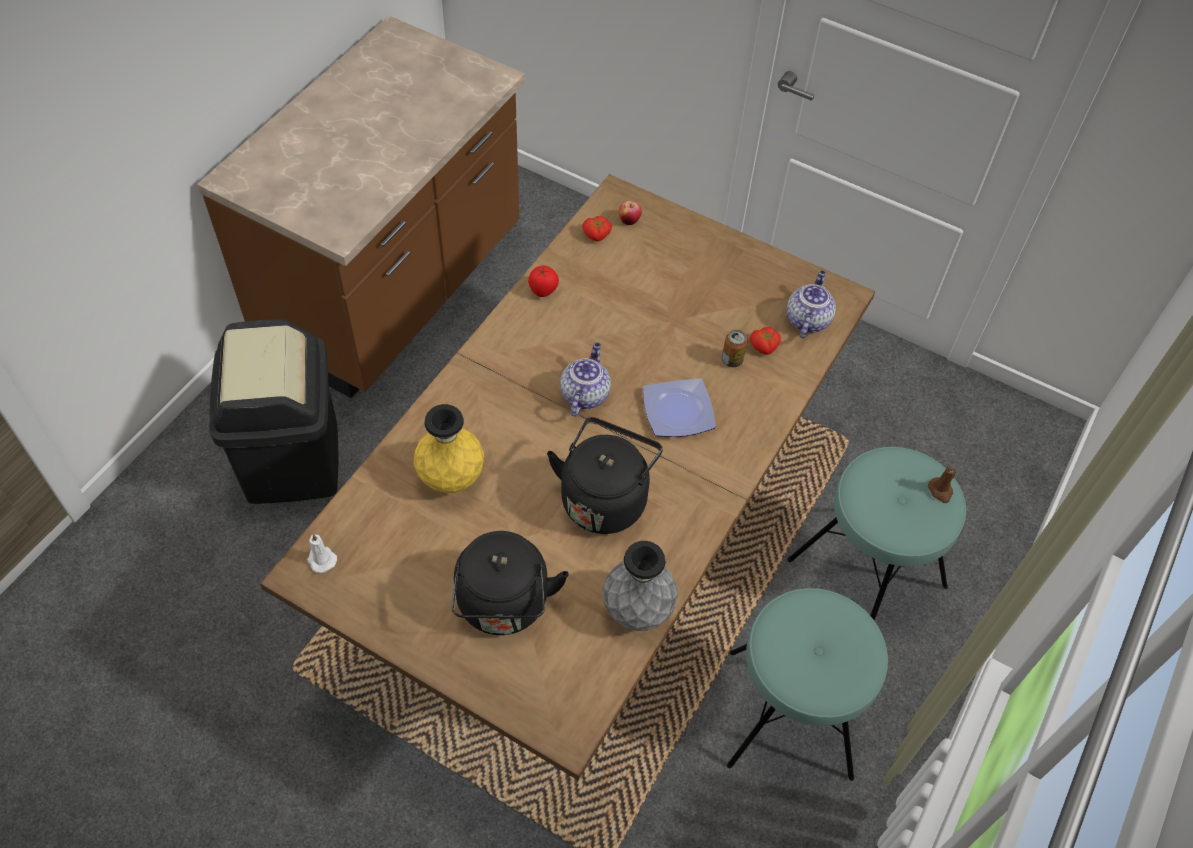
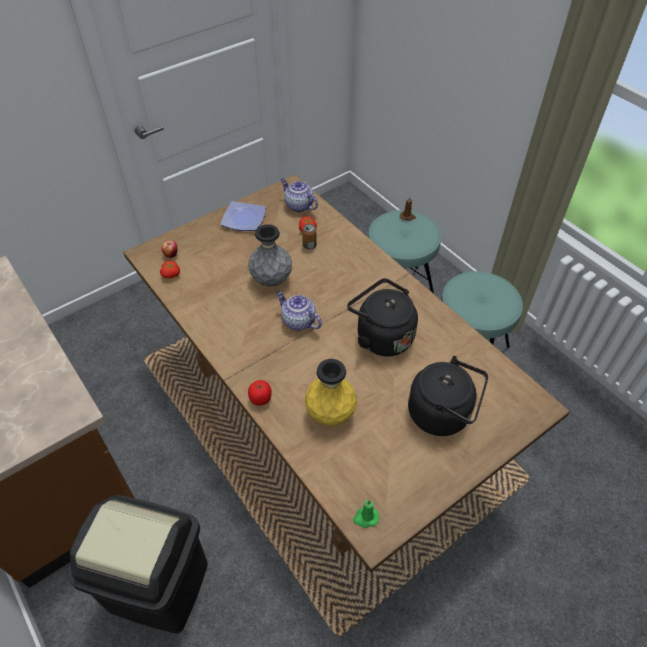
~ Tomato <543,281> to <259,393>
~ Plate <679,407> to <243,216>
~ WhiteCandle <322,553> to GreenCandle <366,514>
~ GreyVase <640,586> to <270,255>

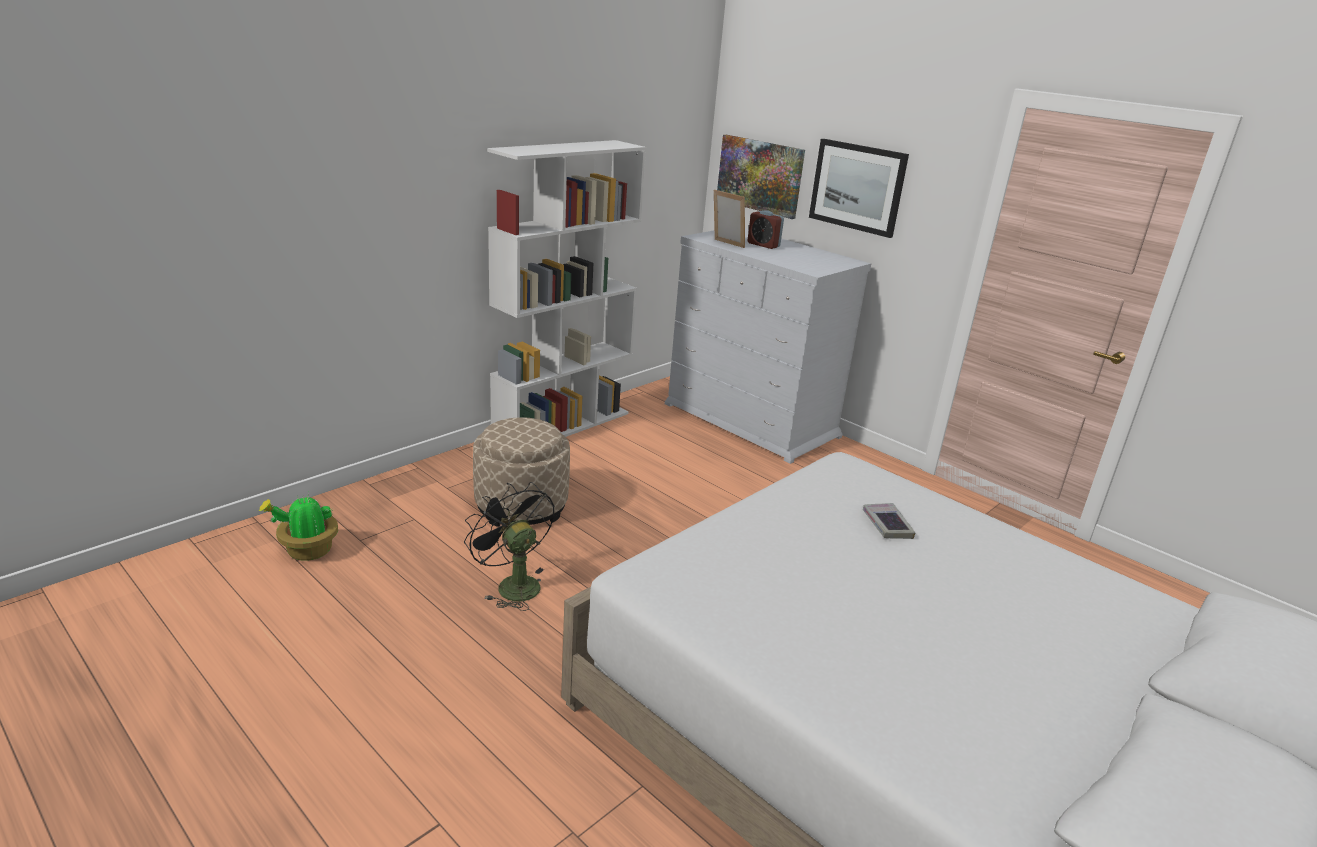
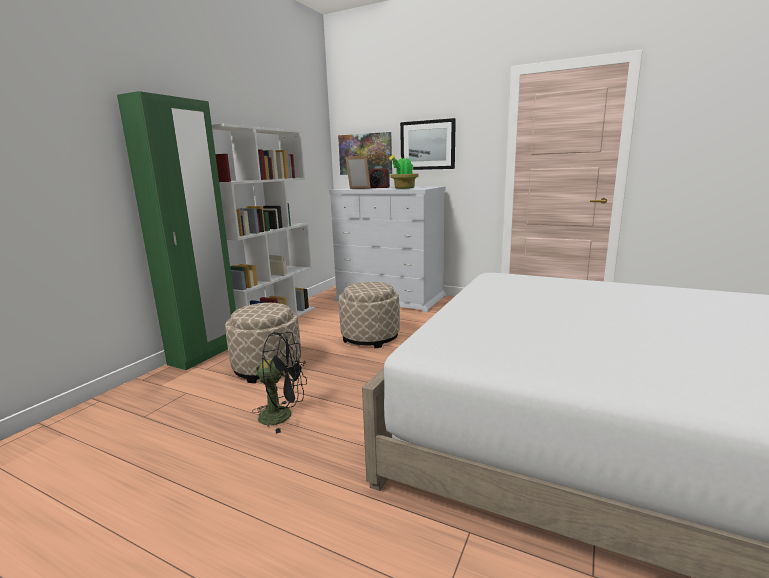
~ BlackFan <509,546> = <279,383> 150 degrees clockwise
~ PottedPlant <298,526> to <404,172>
- Book <889,521>
+ GreenWardrobe <176,230>
+ BeigeOttoman <369,315>

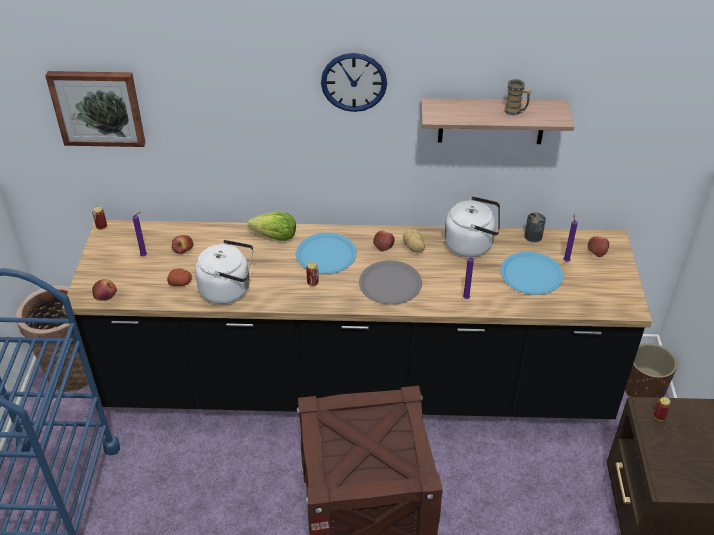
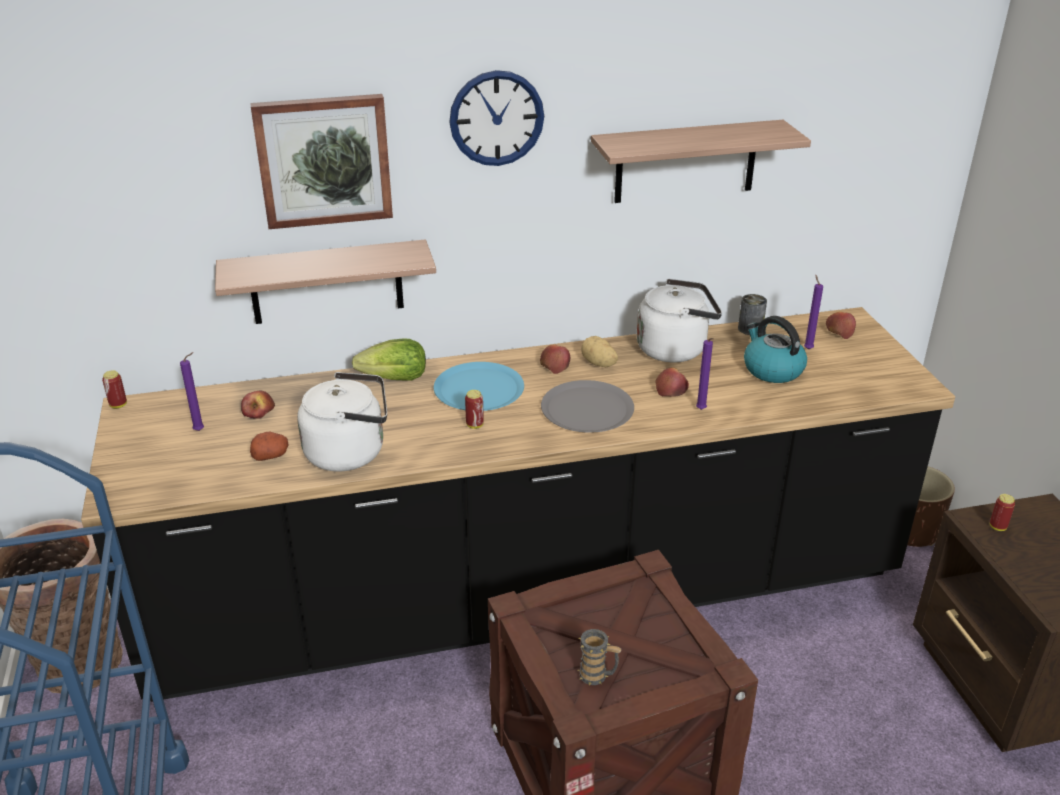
~ Picture <95,109> to <322,161>
~ Mug <518,97> to <599,657>
~ BluePlate <531,273> to Kettle <775,349>
~ Apple <104,290> to <672,382>
+ Shelf <325,282>

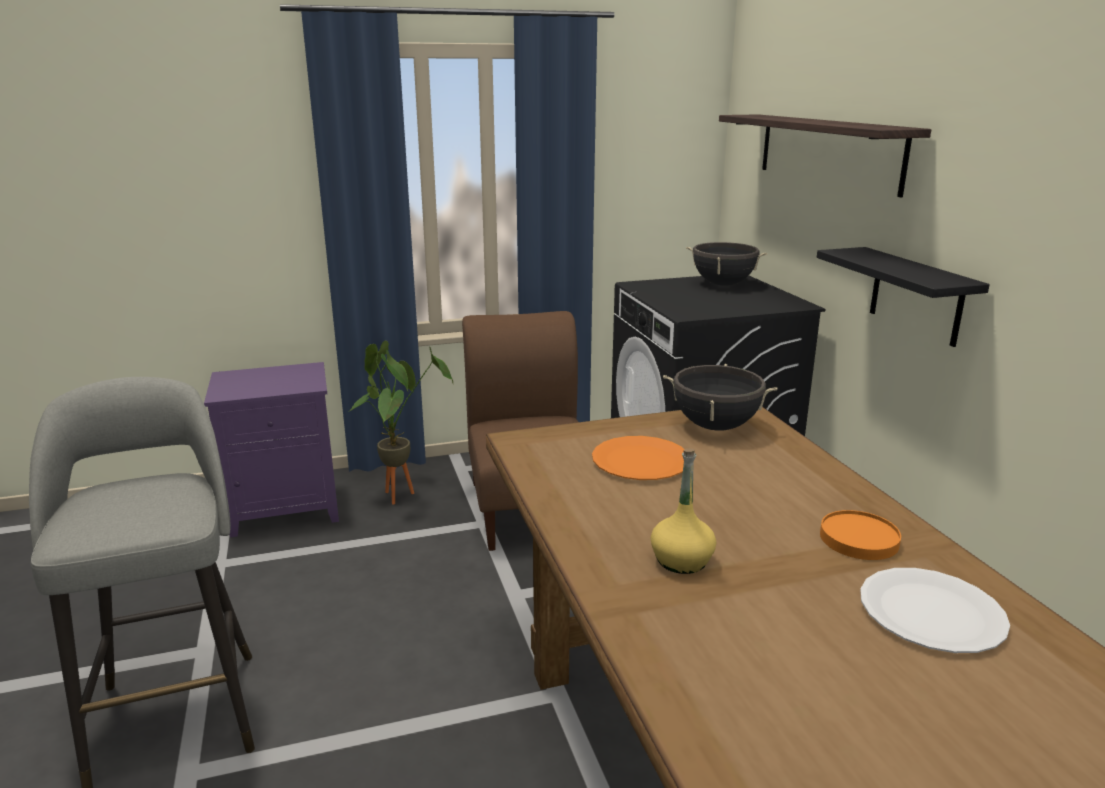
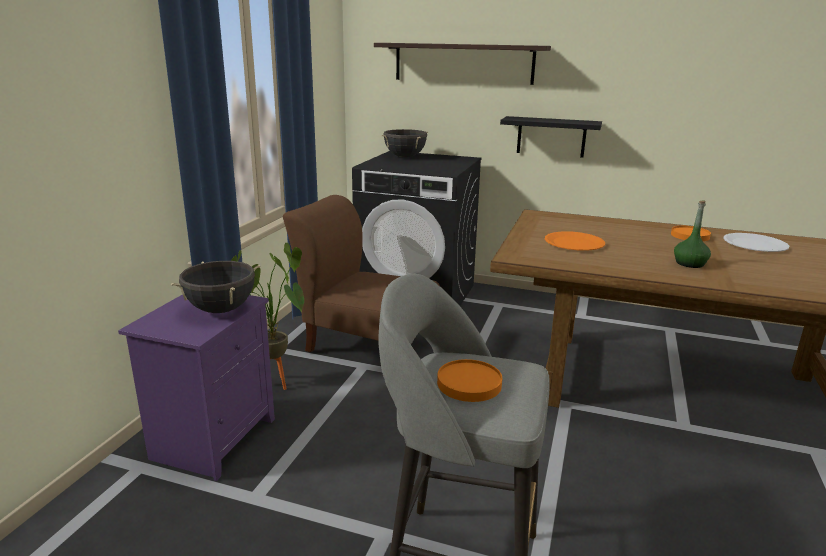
~ BlackCookingPot <720,397> to <215,287>
~ YellowBottle <683,511> to GreenBottle <692,234>
+ OrangePlate <469,380>

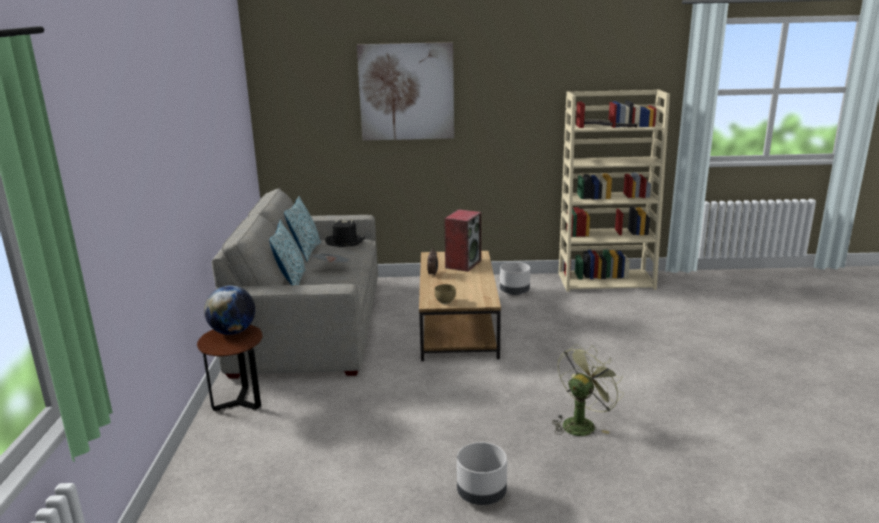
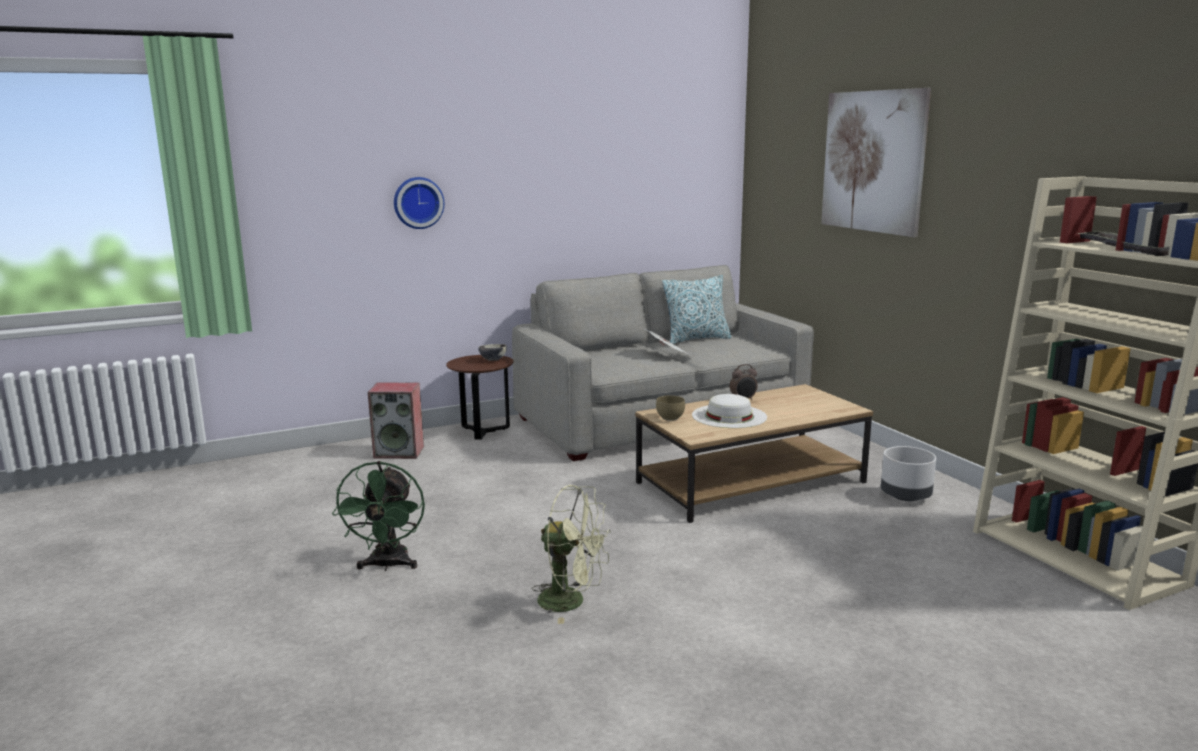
~ Speaker <462,240> to <396,421>
- Pillow <287,252>
- BlackHat <345,233>
~ Globe <229,310> to Bowl <492,352>
~ GreyPlanter <482,473> to GreenFan <378,516>
+ WallClock <419,203>
+ WhiteHat <729,411>

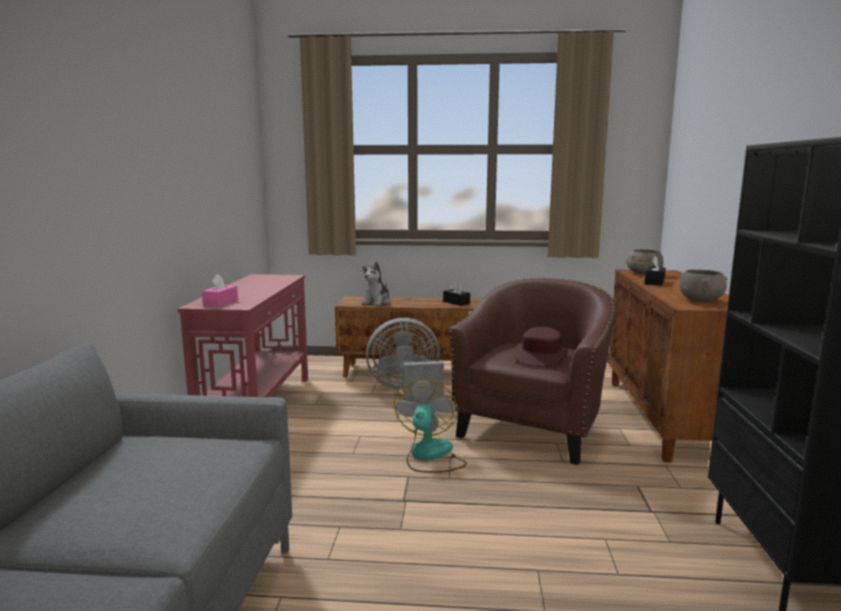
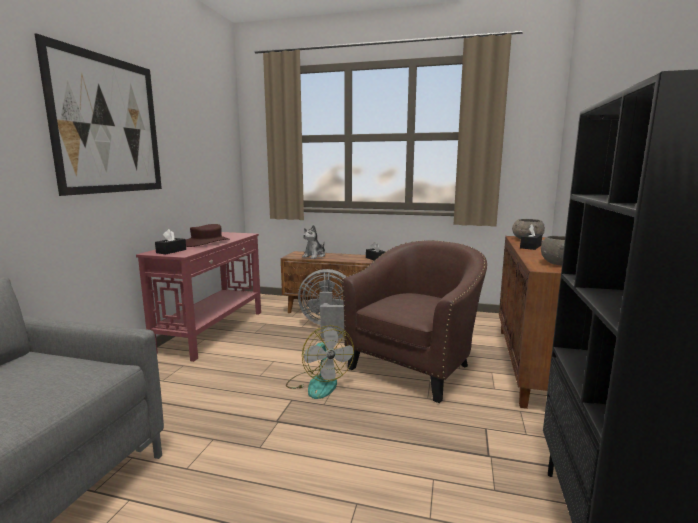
~ PinkTissueBox <220,290> to BlackTissueBox <170,241>
~ BrownHat <541,347> to <208,235>
~ Fan <430,426> = <320,362> 135 degrees clockwise
+ Picture <98,114>

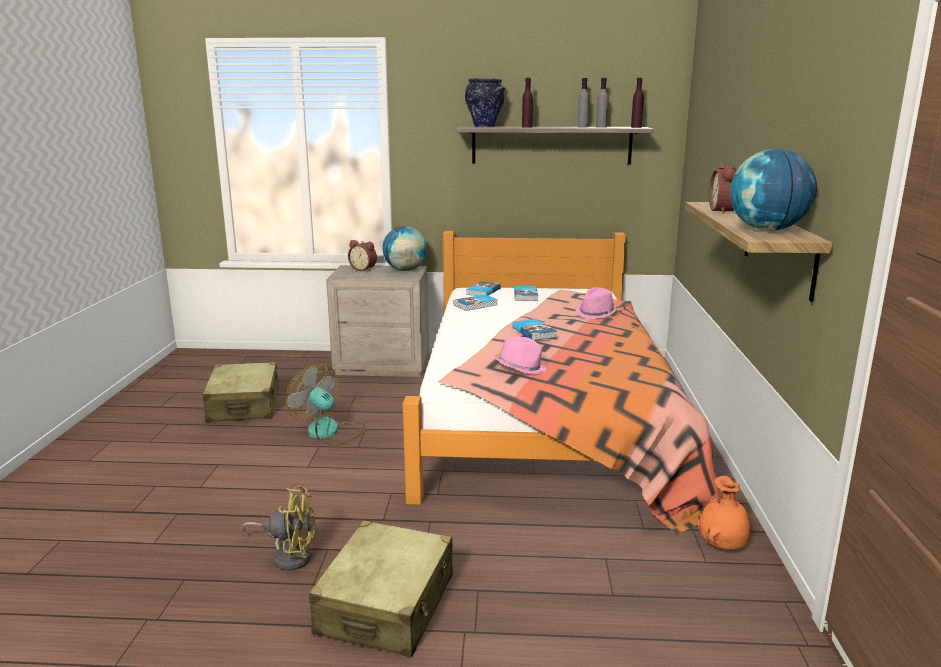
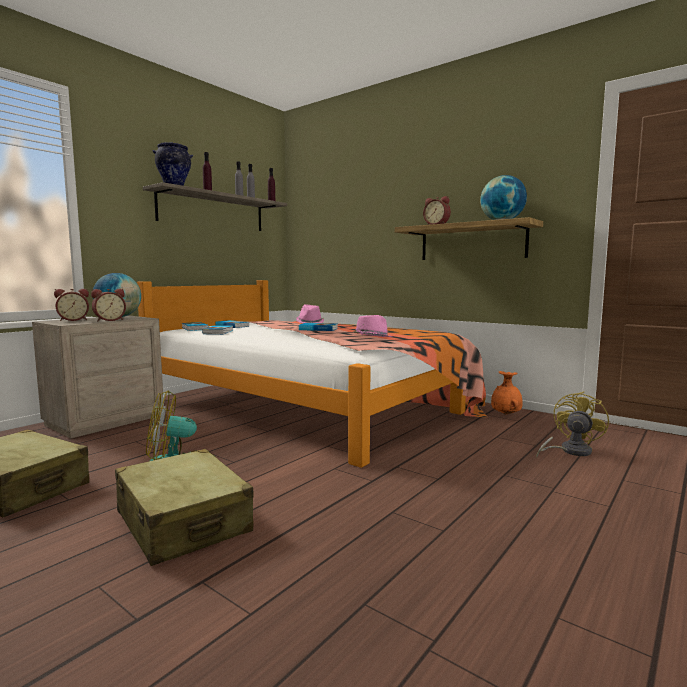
~ YellowFan <279,528> to <572,424>
~ BeigeSuitcase <381,589> to <184,507>
+ AlarmClock <108,305>

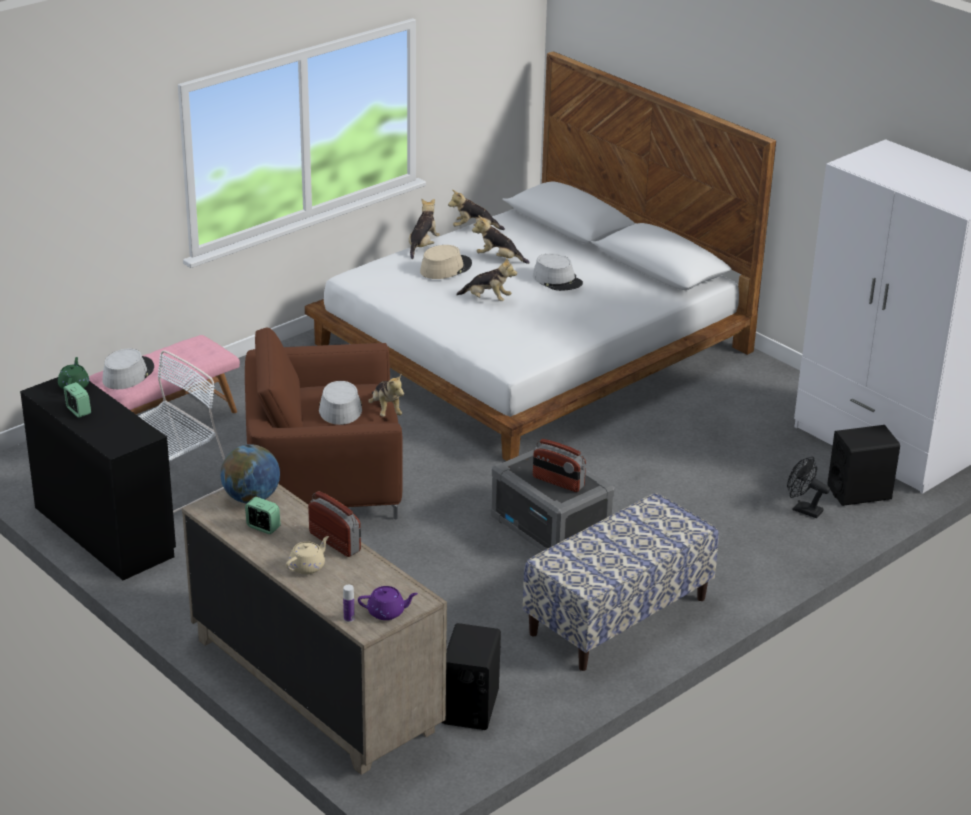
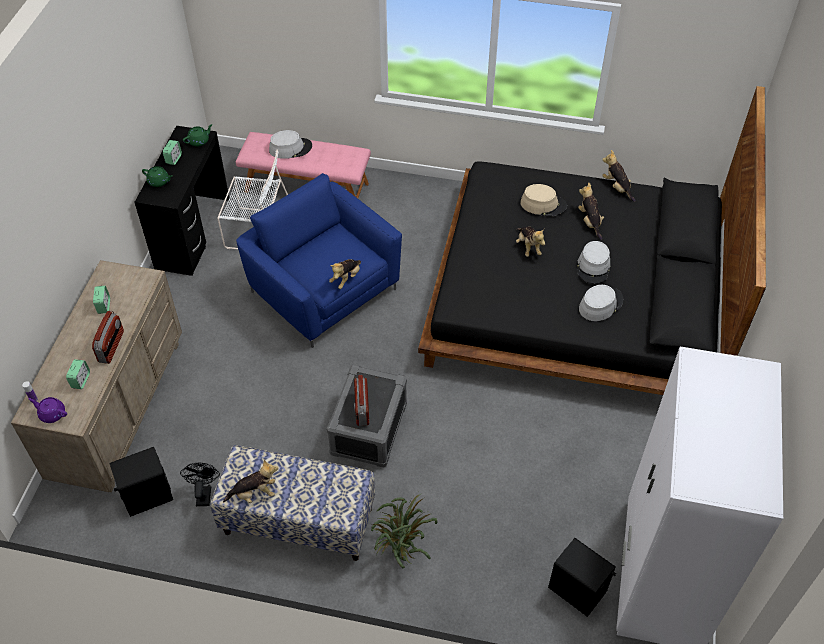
~ WhiteBed <540,256> to BlackBed <592,240>
~ PlushToy <424,229> to <250,481>
~ BrownArmchair <324,423> to BlueArmchair <319,260>
~ GreyHat <340,403> to <601,303>
- Globe <250,474>
~ BlackFan <808,487> to <200,484>
- BeigeTeapot <307,555>
~ PurpleTeapot <388,603> = <48,410> 150 degrees clockwise
+ GreenTeapot <157,176>
+ AlarmClock <78,374>
+ PottedPlant <404,530>

